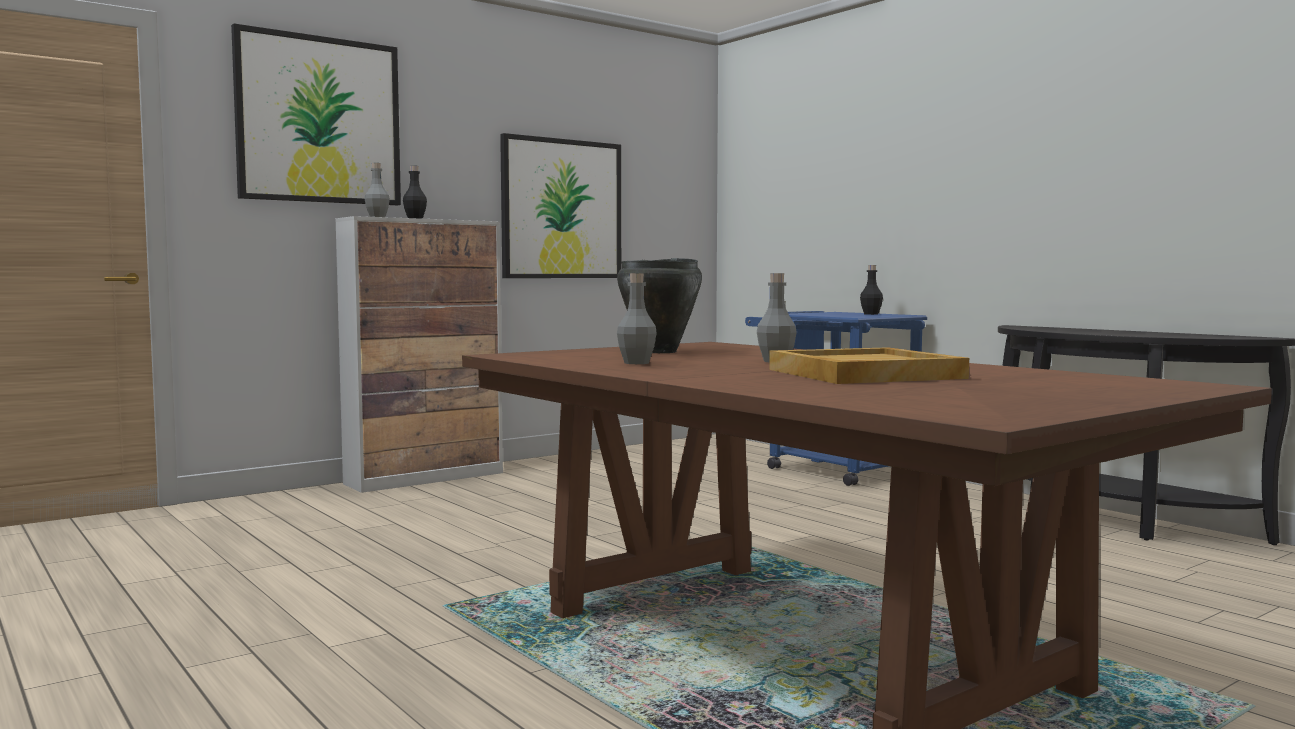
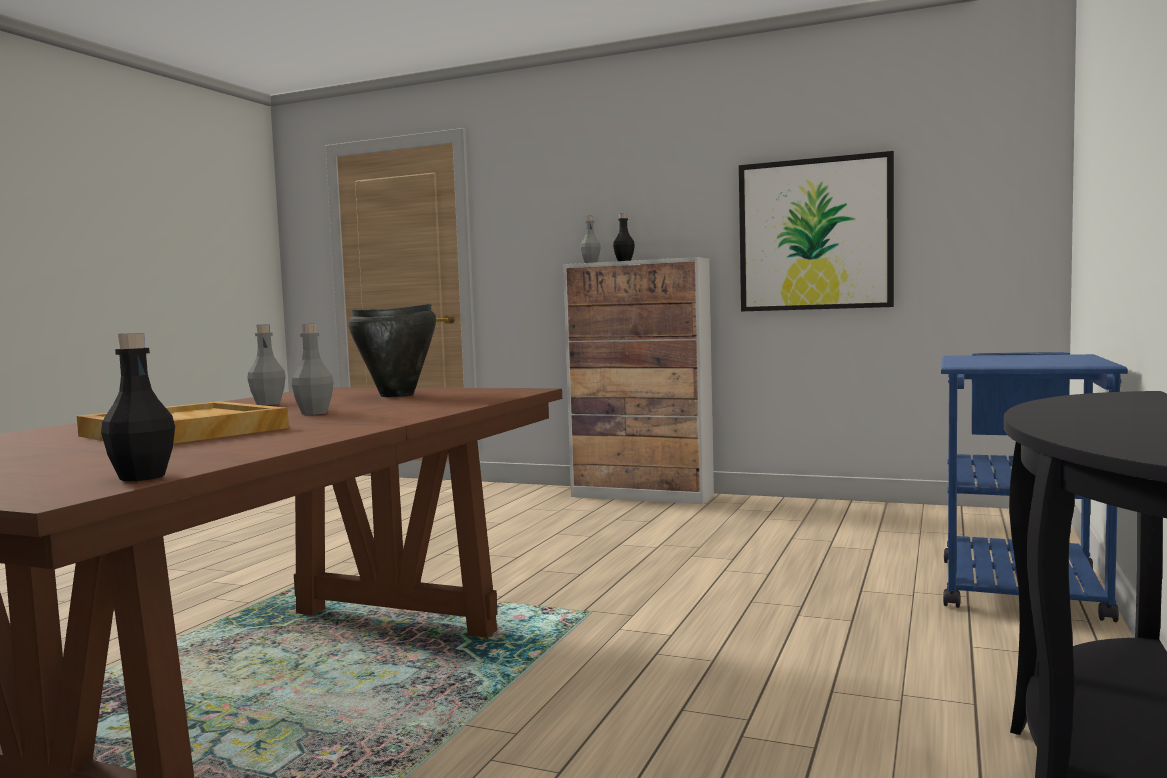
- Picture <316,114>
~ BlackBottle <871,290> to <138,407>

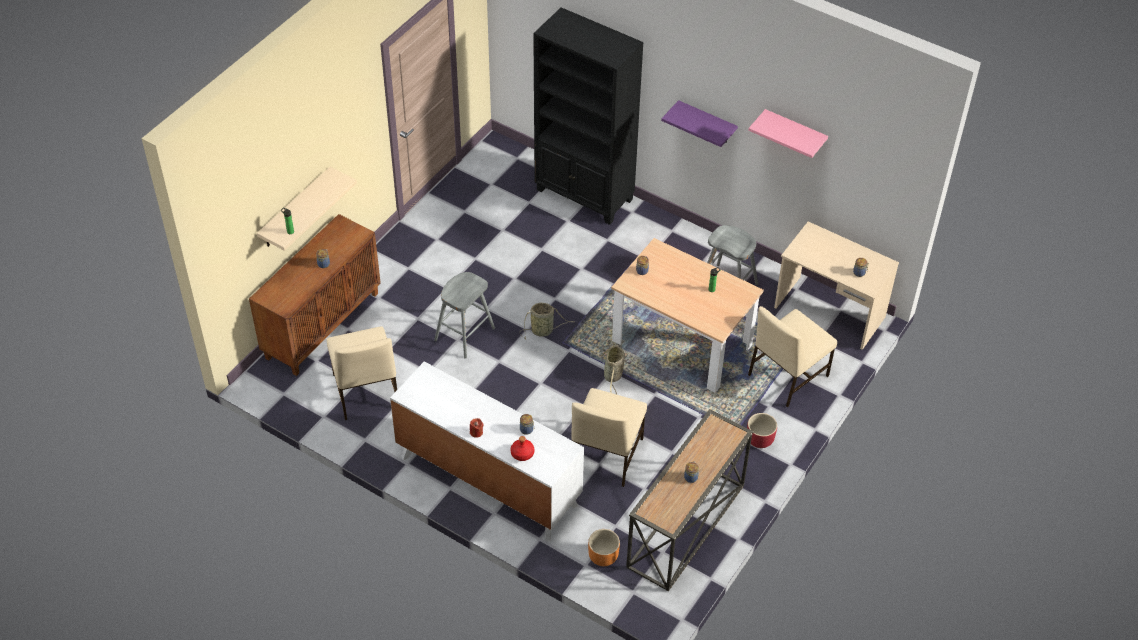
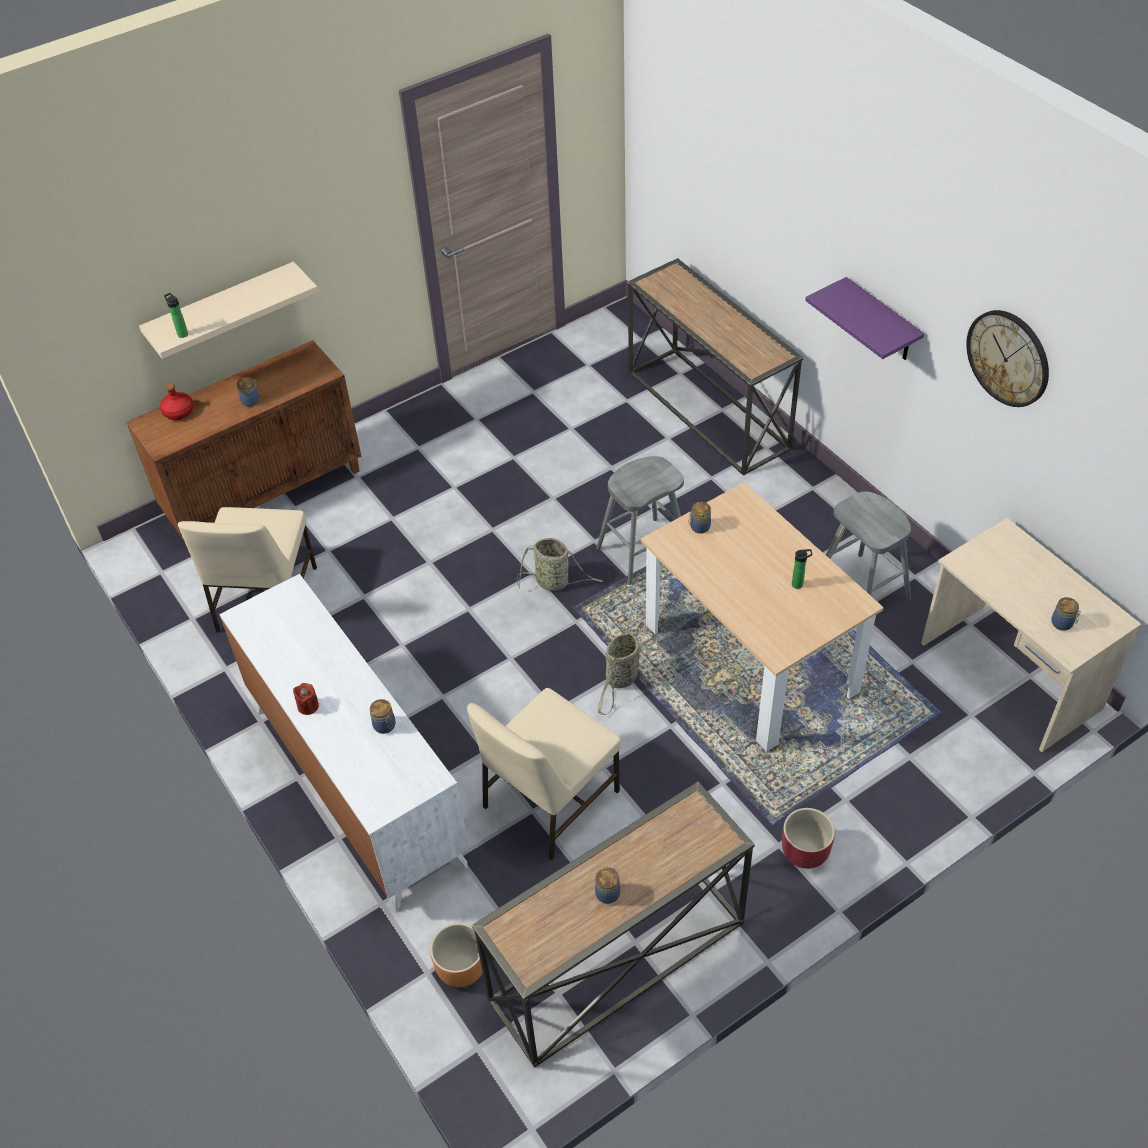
~ BlackBookcase <588,116> to ConsoleTable <715,367>
~ PinkShelf <788,133> to WallClock <1007,358>
~ GreyStool <464,315> to <640,520>
- BeigeChair <792,357>
~ RedBottle <522,448> to <177,402>

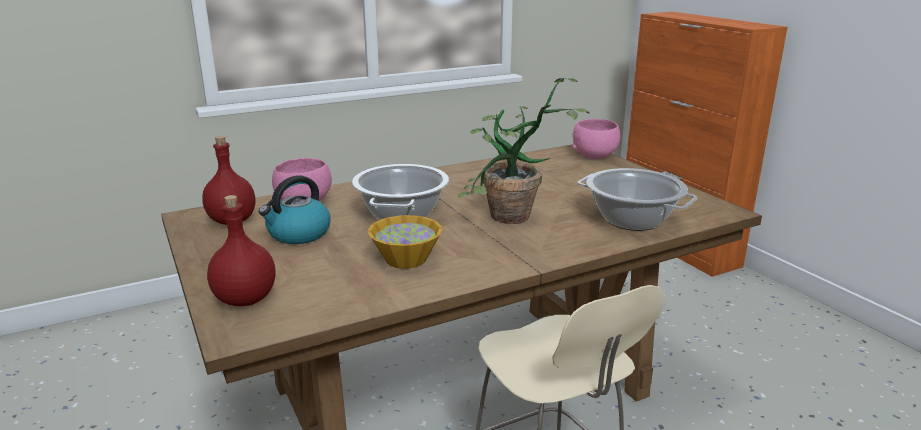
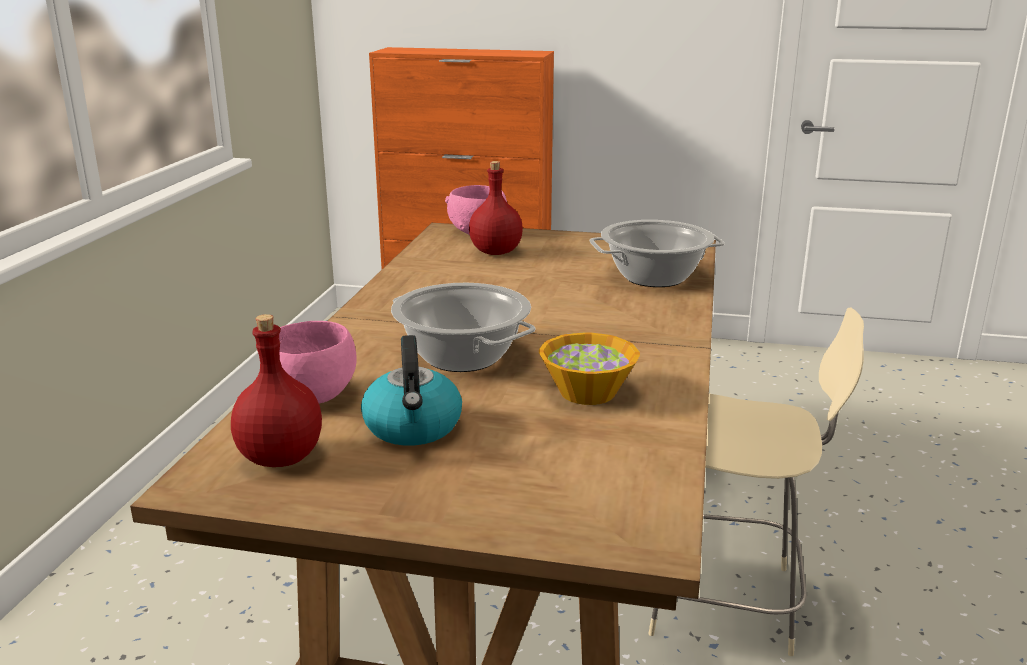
- PottedPlant <524,151>
~ RedBottle <241,250> to <496,208>

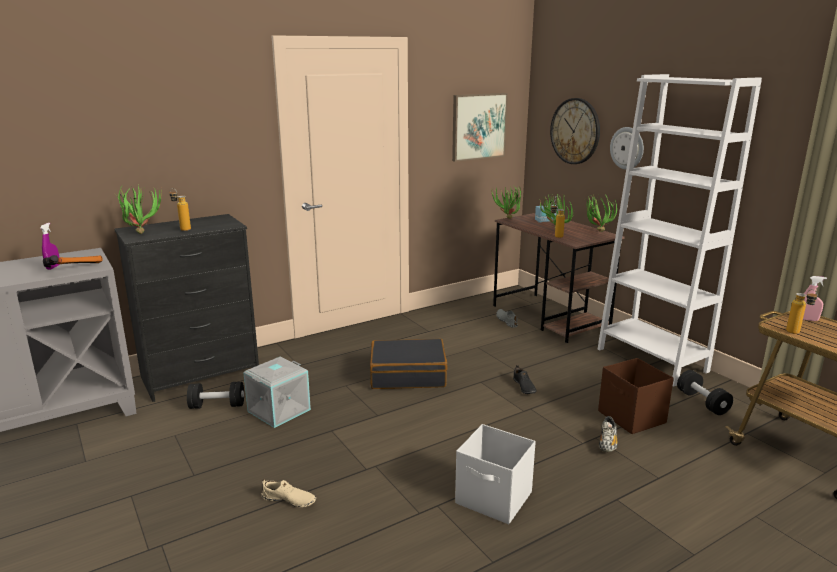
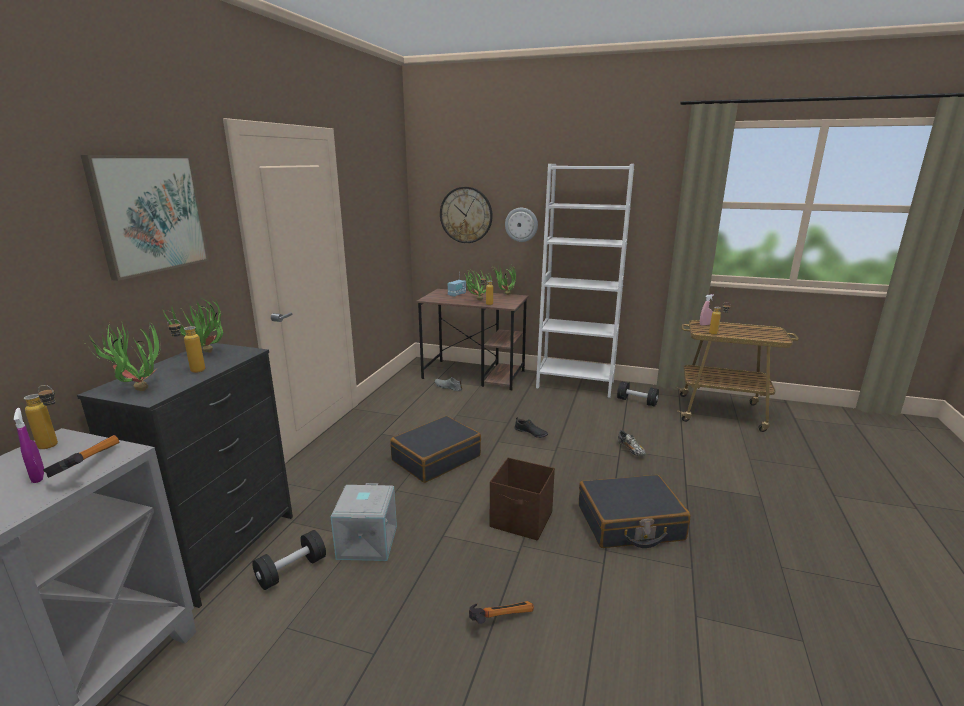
~ Picture <480,127> to <145,218>
~ PottedPlant <506,201> to <192,325>
~ BrownStorageBox <636,396> to <522,499>
~ WhiteStorageBox <495,474> to BlackSuitcase <634,511>
~ BeigeShoe <289,493> to Hammer <501,612>
+ Bottle <41,417>

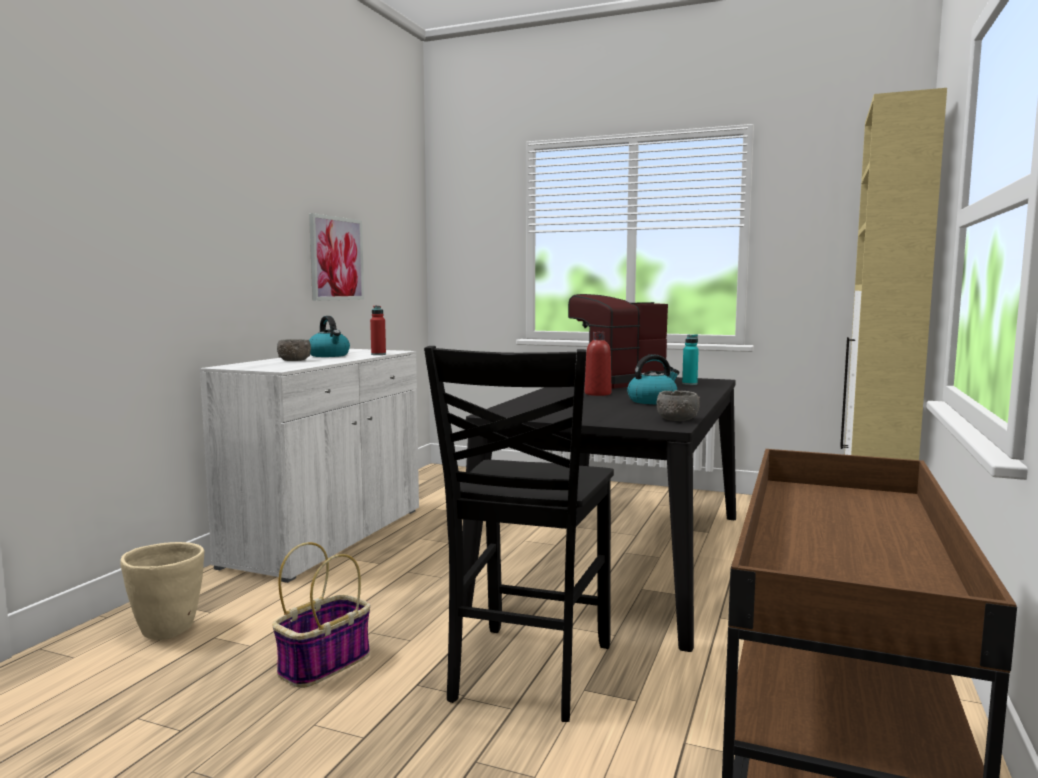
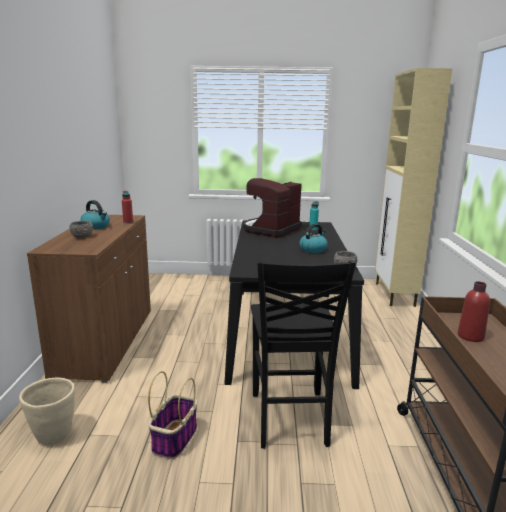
- Picture <336,257>
~ RedBottle <598,364> to <474,311>
~ WhiteCabinet <309,466> to BrownCabinet <89,299>

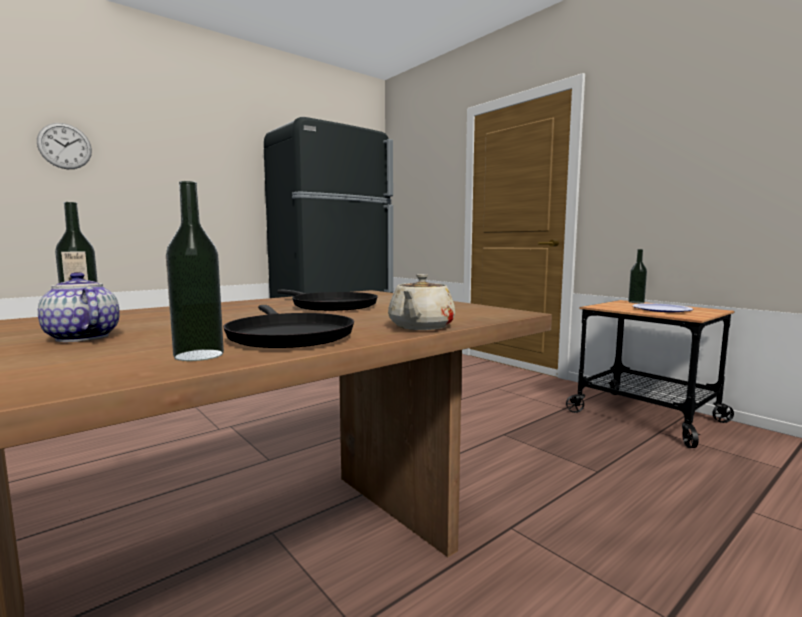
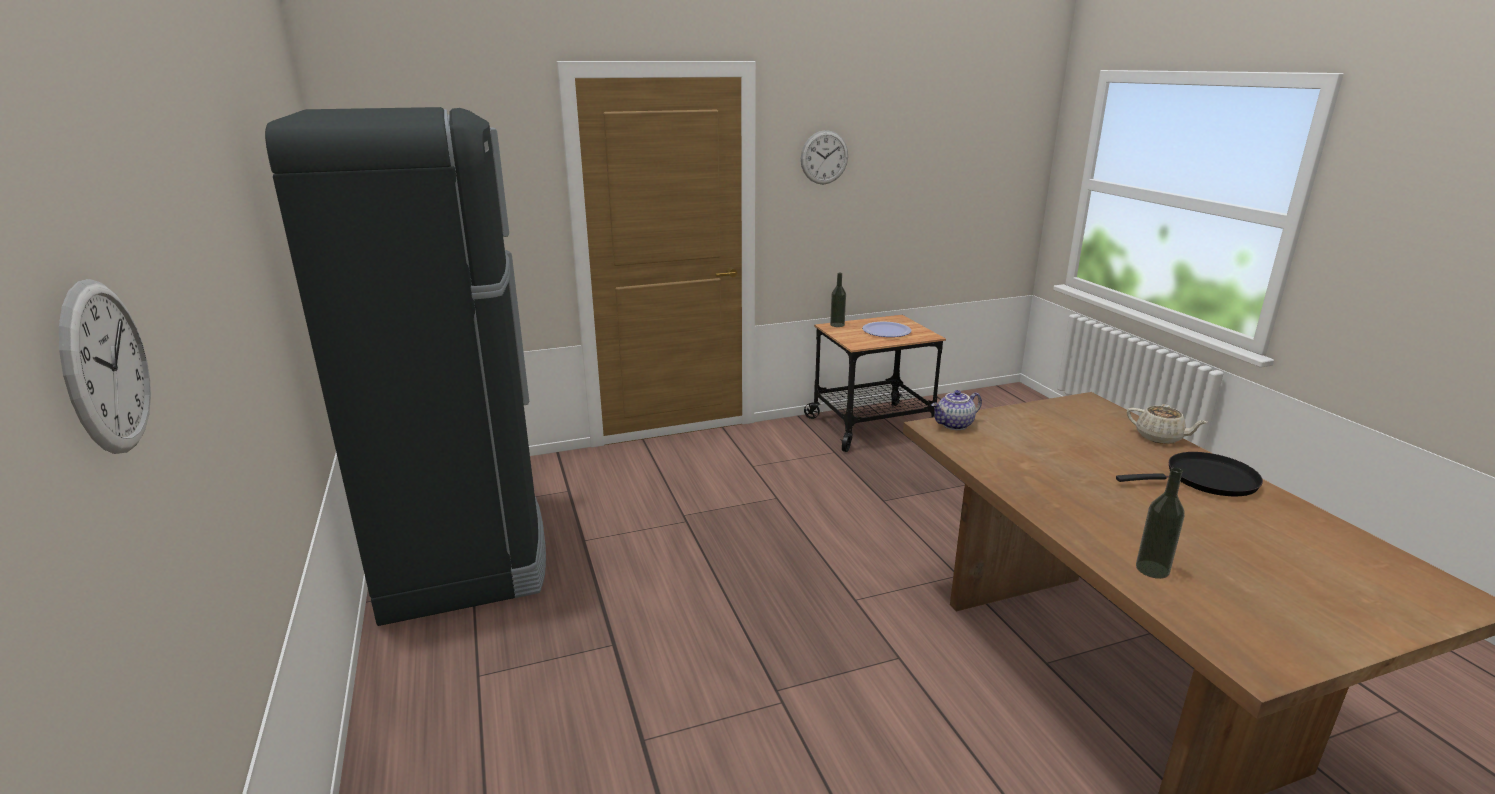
- Bottle <195,271>
~ Teapot <79,307> to <956,410>
- BlackFryingPan <327,300>
+ WallClock <824,157>

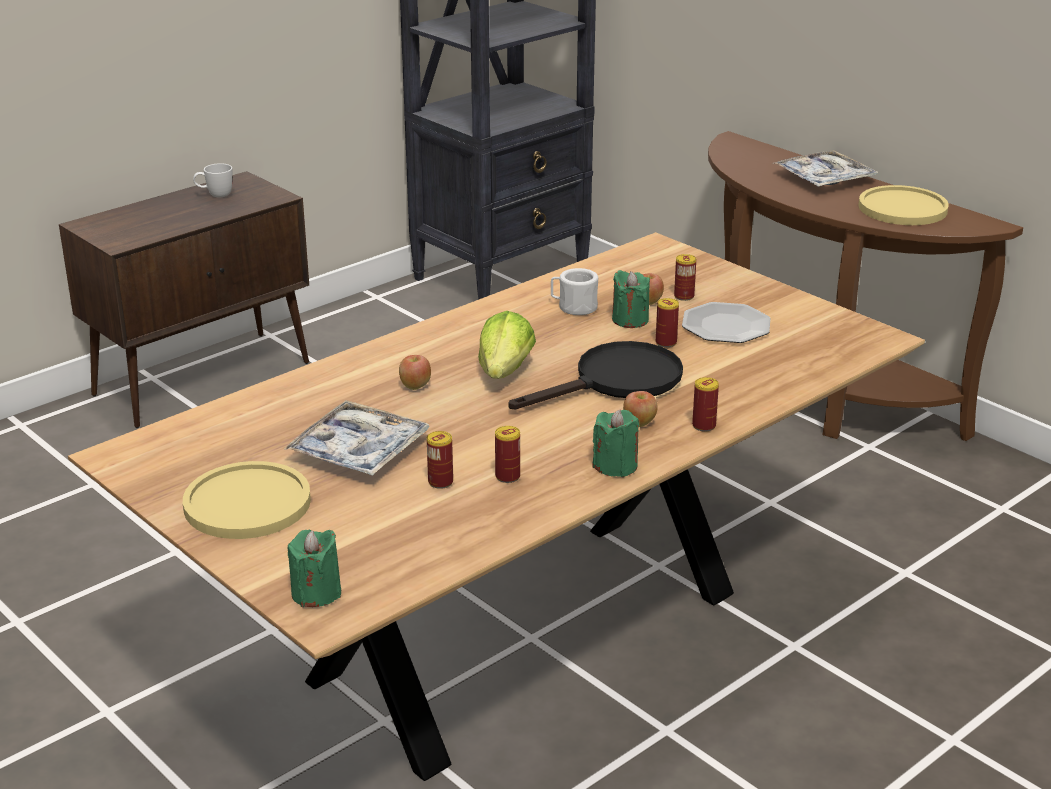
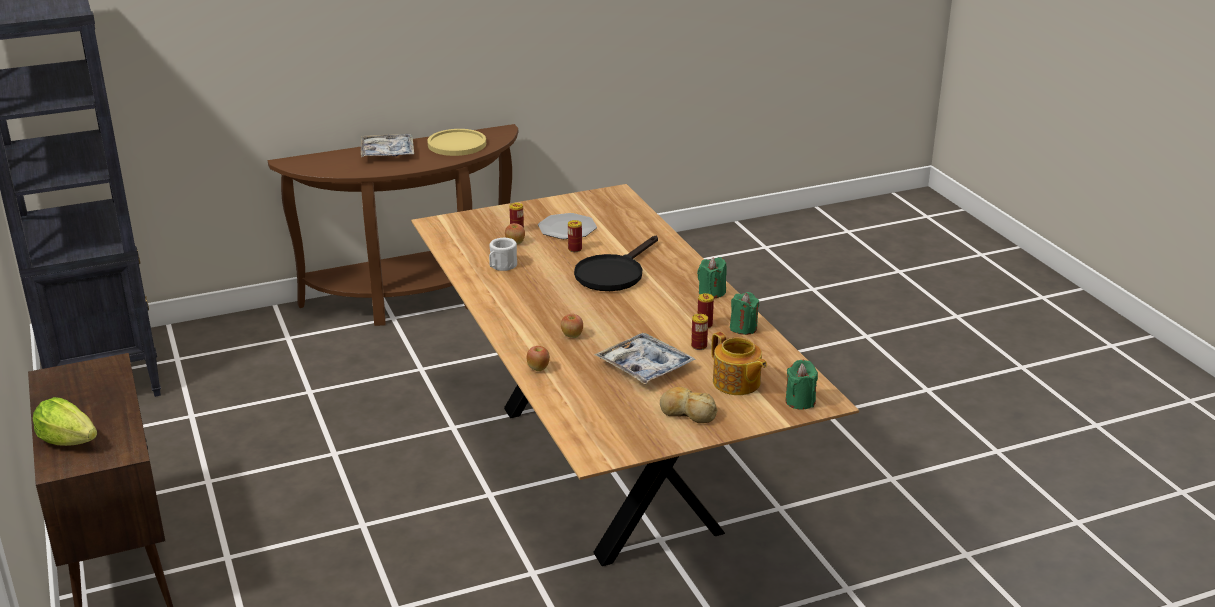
- WhiteMug <213,180>
~ GreenCandle <631,299> to <744,313>
~ Lettuce <507,345> to <65,421>
~ BlackFryingPan <595,375> = <616,263> 135 degrees counterclockwise
- Can <705,404>
~ Apple <640,409> to <538,358>
~ YellowPlate <247,500> to Bread <689,405>
+ Teapot <739,363>

